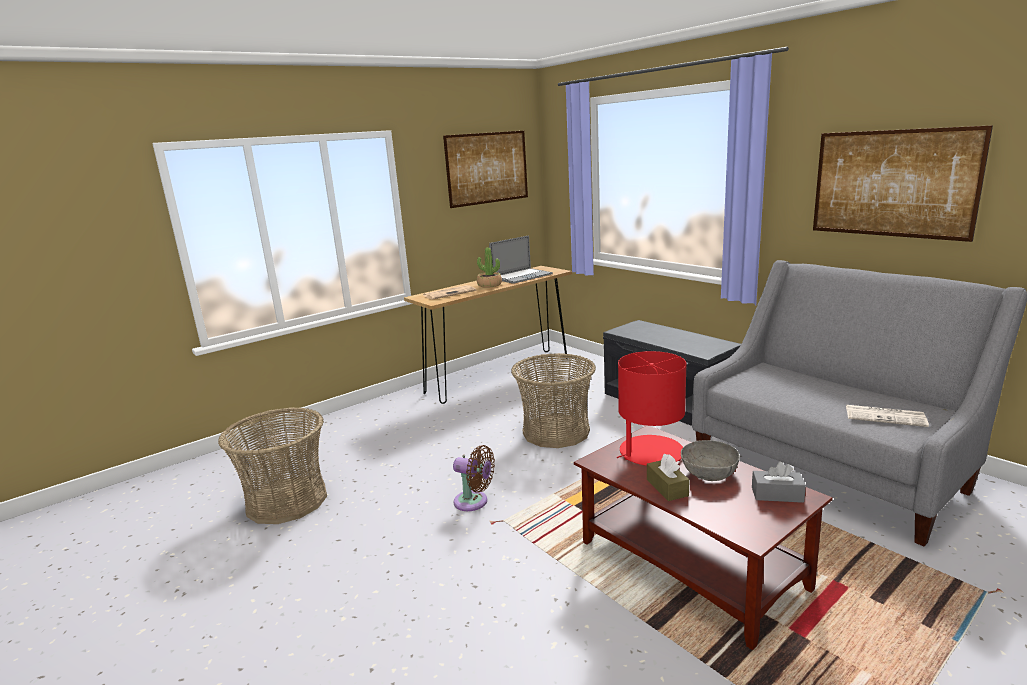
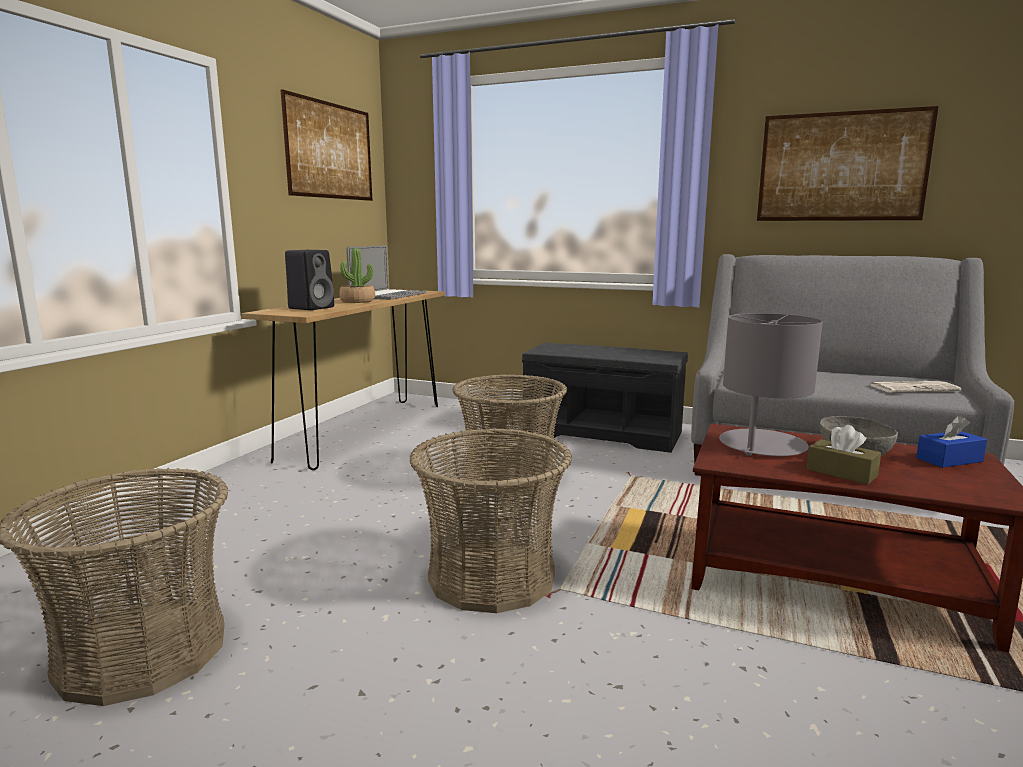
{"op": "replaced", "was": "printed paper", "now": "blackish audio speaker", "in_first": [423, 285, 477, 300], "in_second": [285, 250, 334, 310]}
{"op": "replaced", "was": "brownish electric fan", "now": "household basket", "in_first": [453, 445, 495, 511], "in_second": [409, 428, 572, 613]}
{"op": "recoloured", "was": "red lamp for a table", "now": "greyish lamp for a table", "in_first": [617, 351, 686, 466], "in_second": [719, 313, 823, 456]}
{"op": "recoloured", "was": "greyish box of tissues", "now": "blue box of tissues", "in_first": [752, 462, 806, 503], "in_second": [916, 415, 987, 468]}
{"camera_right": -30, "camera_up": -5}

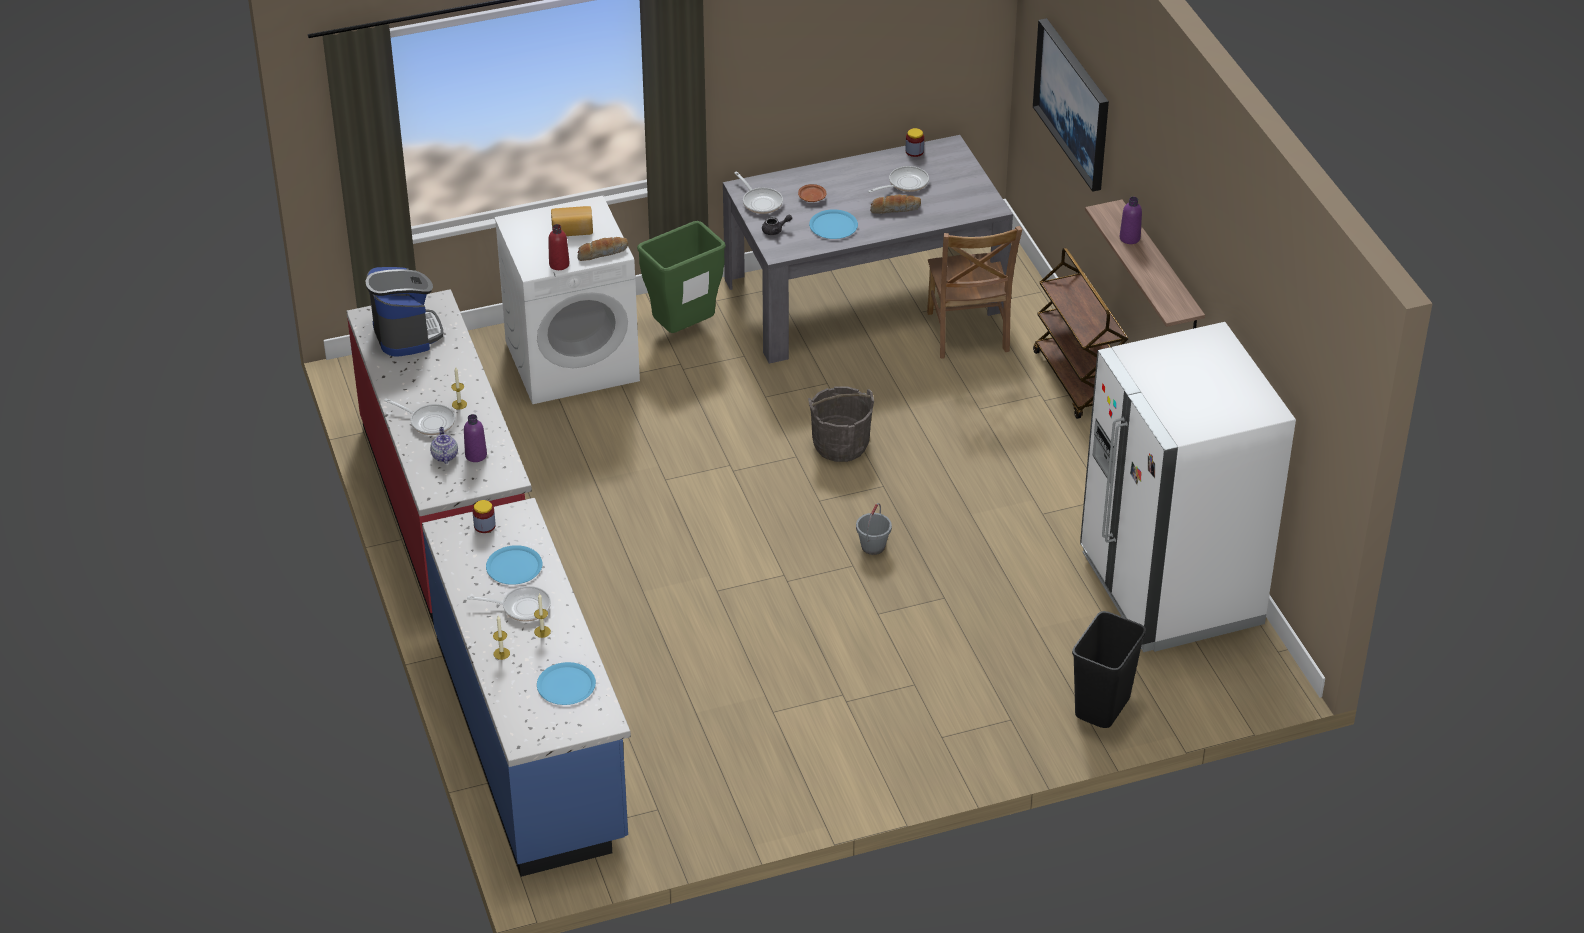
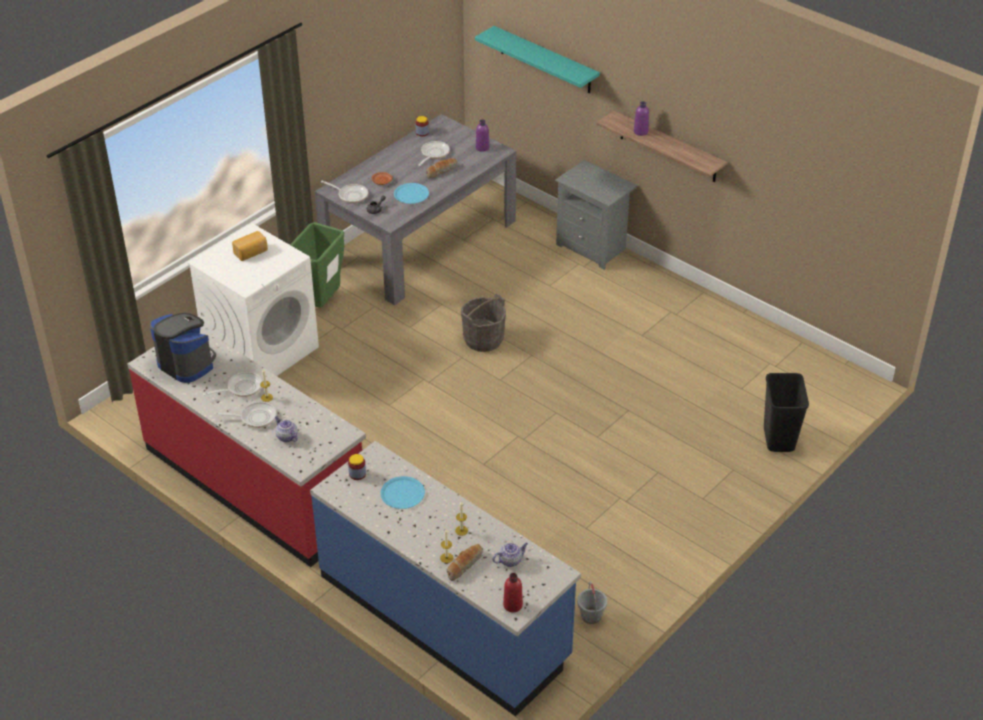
{"op": "moved", "was": "frying pan", "in_first": [467, 586, 551, 622], "in_second": [203, 372, 262, 397]}
{"op": "moved", "was": "bread", "in_first": [577, 237, 628, 261], "in_second": [447, 544, 483, 581]}
{"op": "replaced", "was": "wall art", "now": "blue-green wall shelf", "in_first": [1033, 18, 1109, 192], "in_second": [475, 26, 600, 93]}
{"op": "moved", "was": "purple bottle", "in_first": [464, 414, 487, 462], "in_second": [476, 119, 489, 152]}
{"op": "replaced", "was": "blue plate", "now": "tea pot", "in_first": [537, 662, 596, 705], "in_second": [493, 543, 528, 567]}
{"op": "moved", "was": "red bottle", "in_first": [548, 224, 569, 270], "in_second": [503, 573, 523, 612]}
{"op": "replaced", "was": "brownish wheeled cart", "now": "greyish bedside table", "in_first": [1033, 248, 1128, 419], "in_second": [555, 160, 638, 270]}
{"op": "moved", "was": "greyish water bucket", "in_first": [856, 503, 892, 555], "in_second": [577, 582, 607, 624]}
{"op": "removed", "was": "brownish chair", "in_first": [927, 226, 1023, 359]}
{"op": "removed", "was": "white kitchen fridge", "in_first": [1080, 322, 1296, 652]}
{"camera_right": -30, "camera_up": 0}

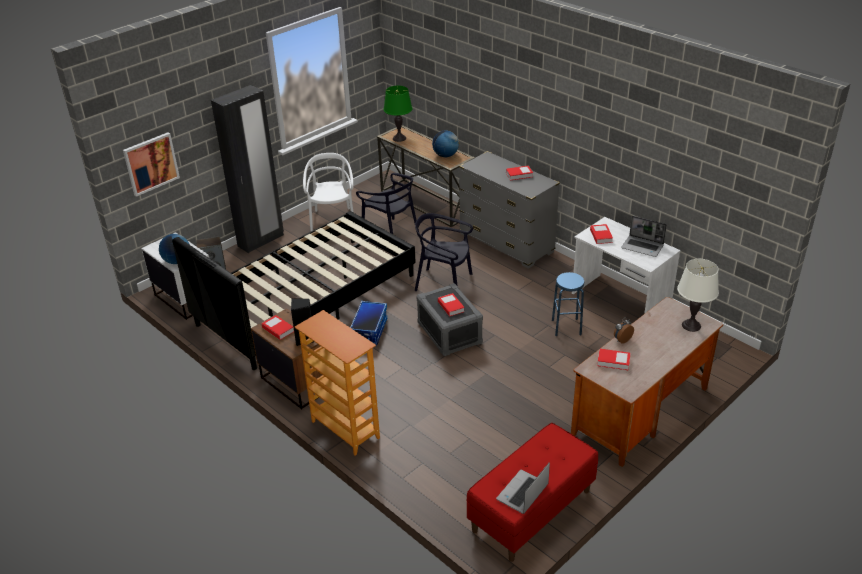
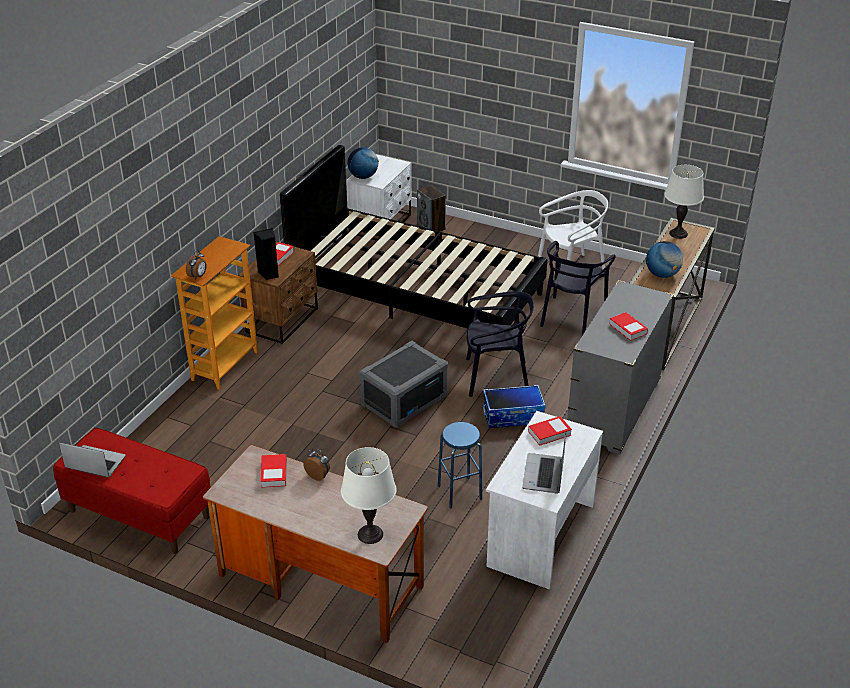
{"op": "added", "now": "alarm clock", "in_second": [186, 250, 206, 280]}
{"op": "turned", "was": "blackish chair", "in_first": [415, 213, 473, 291], "in_second": [466, 291, 534, 397], "clockwise": 90}
{"op": "moved", "was": "storage container", "in_first": [350, 301, 387, 346], "in_second": [483, 385, 546, 428]}
{"op": "recoloured", "was": "green-coloured lamp for a table", "now": "white lamp for a table", "in_first": [383, 86, 413, 142], "in_second": [664, 165, 704, 239]}
{"op": "removed", "was": "wall art", "in_first": [123, 132, 180, 197]}
{"op": "removed", "was": "blackish clothes cupboard", "in_first": [211, 85, 284, 253]}
{"op": "removed", "was": "book", "in_first": [438, 293, 464, 316]}
{"camera_right": 70, "camera_up": 0}

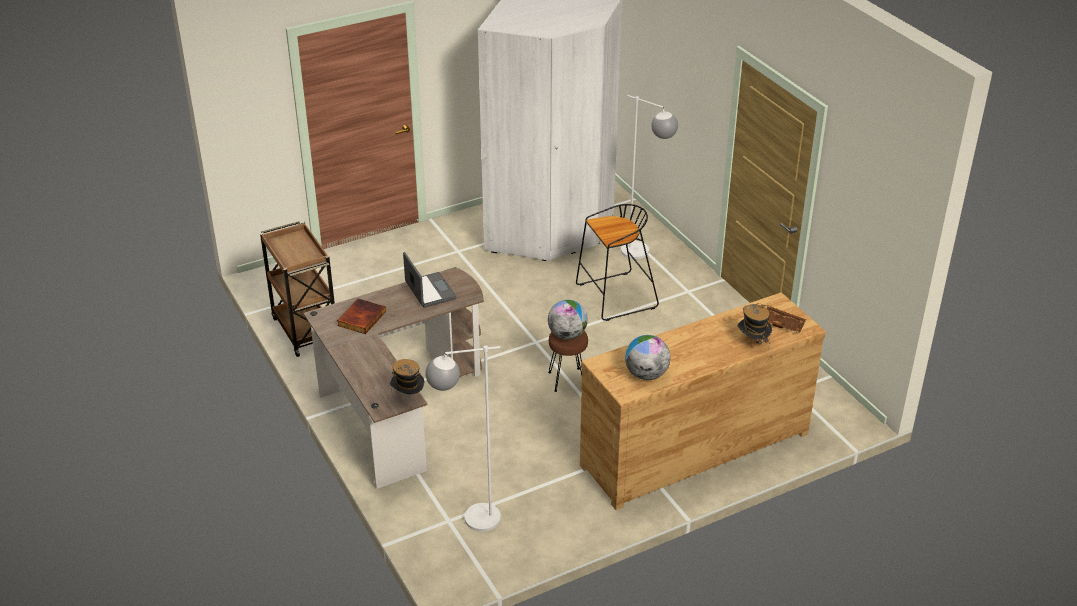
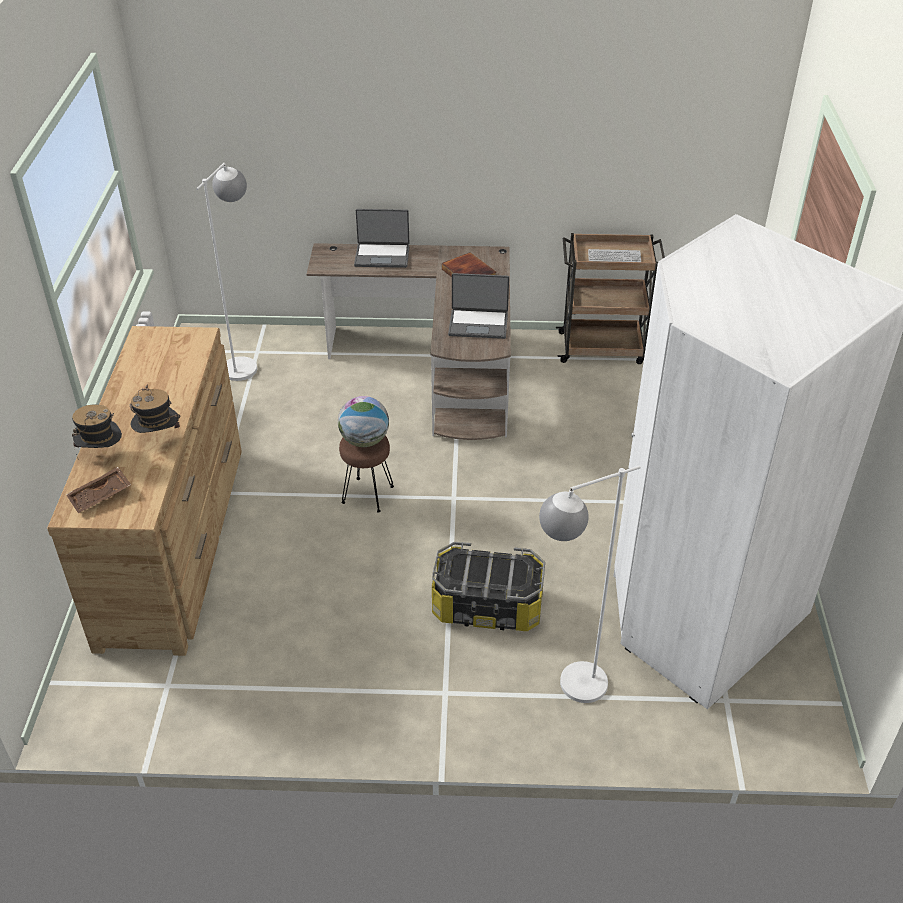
{"op": "moved", "was": "wearable hat", "in_first": [390, 359, 424, 394], "in_second": [129, 384, 180, 433]}
{"op": "added", "now": "notebook computer", "in_second": [354, 209, 409, 268]}
{"op": "replaced", "was": "blackish stool", "now": "storage container", "in_first": [576, 204, 659, 321], "in_second": [432, 542, 545, 631]}
{"op": "added", "now": "computer keyboard", "in_second": [588, 249, 641, 262]}
{"op": "removed", "was": "globe", "in_first": [625, 335, 670, 380]}
{"camera_right": 120, "camera_up": 5}

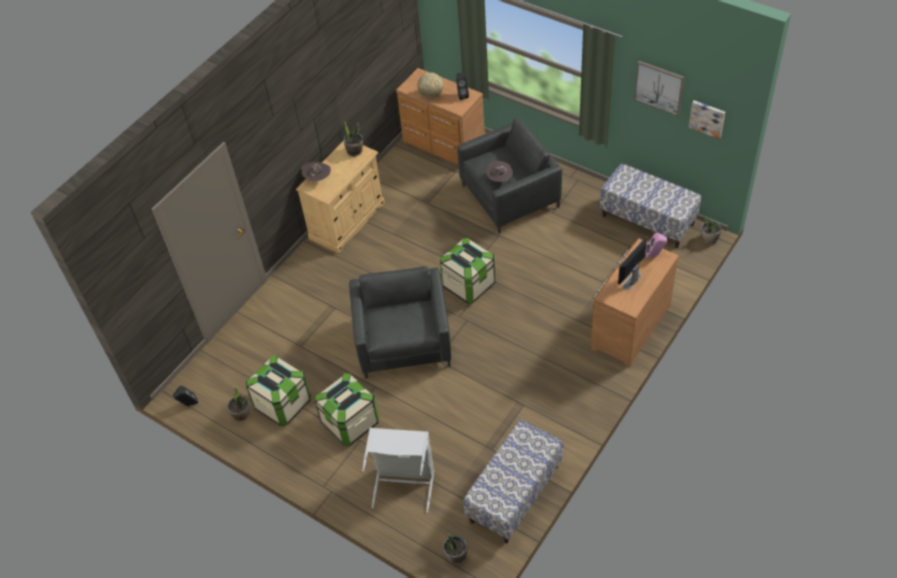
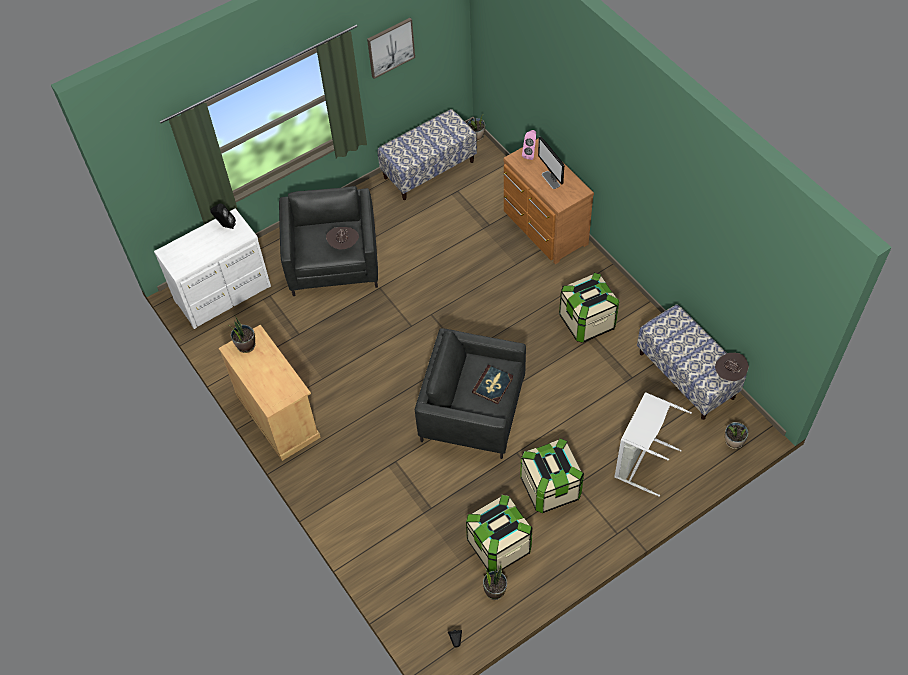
{"op": "recoloured", "was": "brownish dresser", "now": "white dresser", "in_first": [396, 68, 485, 165], "in_second": [154, 208, 271, 329]}
{"op": "added", "now": "book", "in_second": [472, 365, 513, 404]}
{"op": "moved", "was": "storage container", "in_first": [440, 238, 495, 304], "in_second": [559, 273, 619, 343]}
{"op": "moved", "was": "brownish wearable hat", "in_first": [302, 162, 331, 182], "in_second": [715, 353, 749, 381]}
{"op": "removed", "was": "globe", "in_first": [417, 72, 443, 99]}
{"op": "removed", "was": "wall art", "in_first": [689, 100, 725, 139]}
{"camera_right": -70, "camera_up": 5}

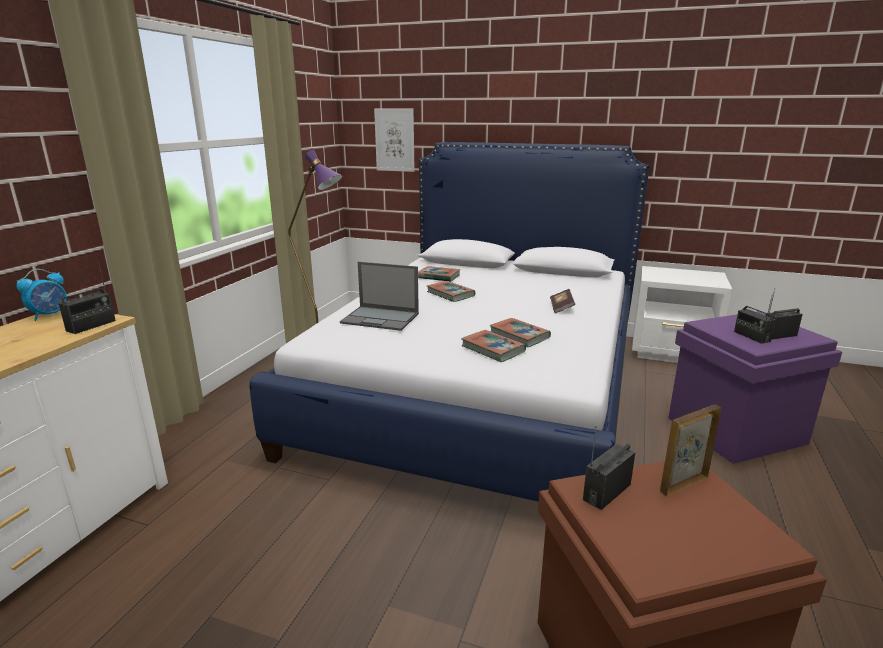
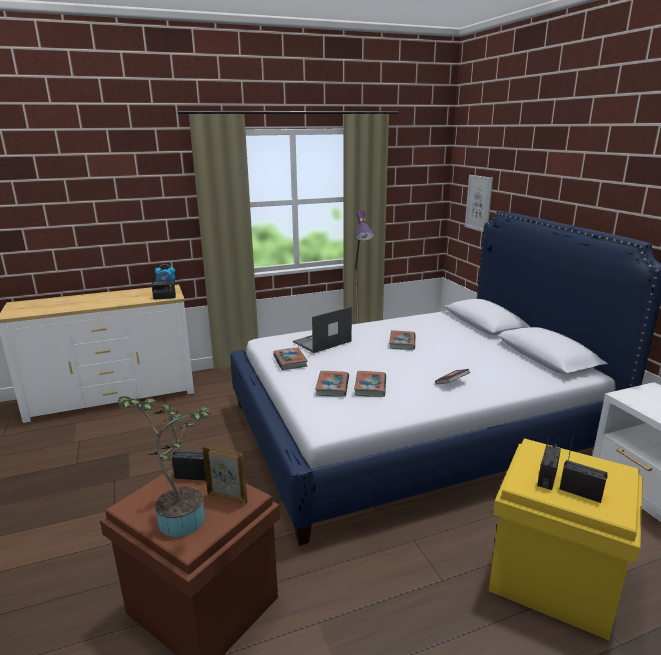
{"op": "added", "now": "houseplant", "in_second": [118, 396, 211, 537]}
{"op": "moved", "was": "book", "in_first": [418, 266, 460, 282], "in_second": [273, 348, 307, 370]}
{"op": "turned", "was": "notebook computer", "in_first": [340, 262, 419, 331], "in_second": [293, 306, 352, 353], "clockwise": 75}
{"op": "recoloured", "was": "purple storage container", "now": "yellow storage container", "in_first": [668, 311, 842, 464], "in_second": [489, 439, 643, 640]}
{"camera_right": 50, "camera_up": 0}

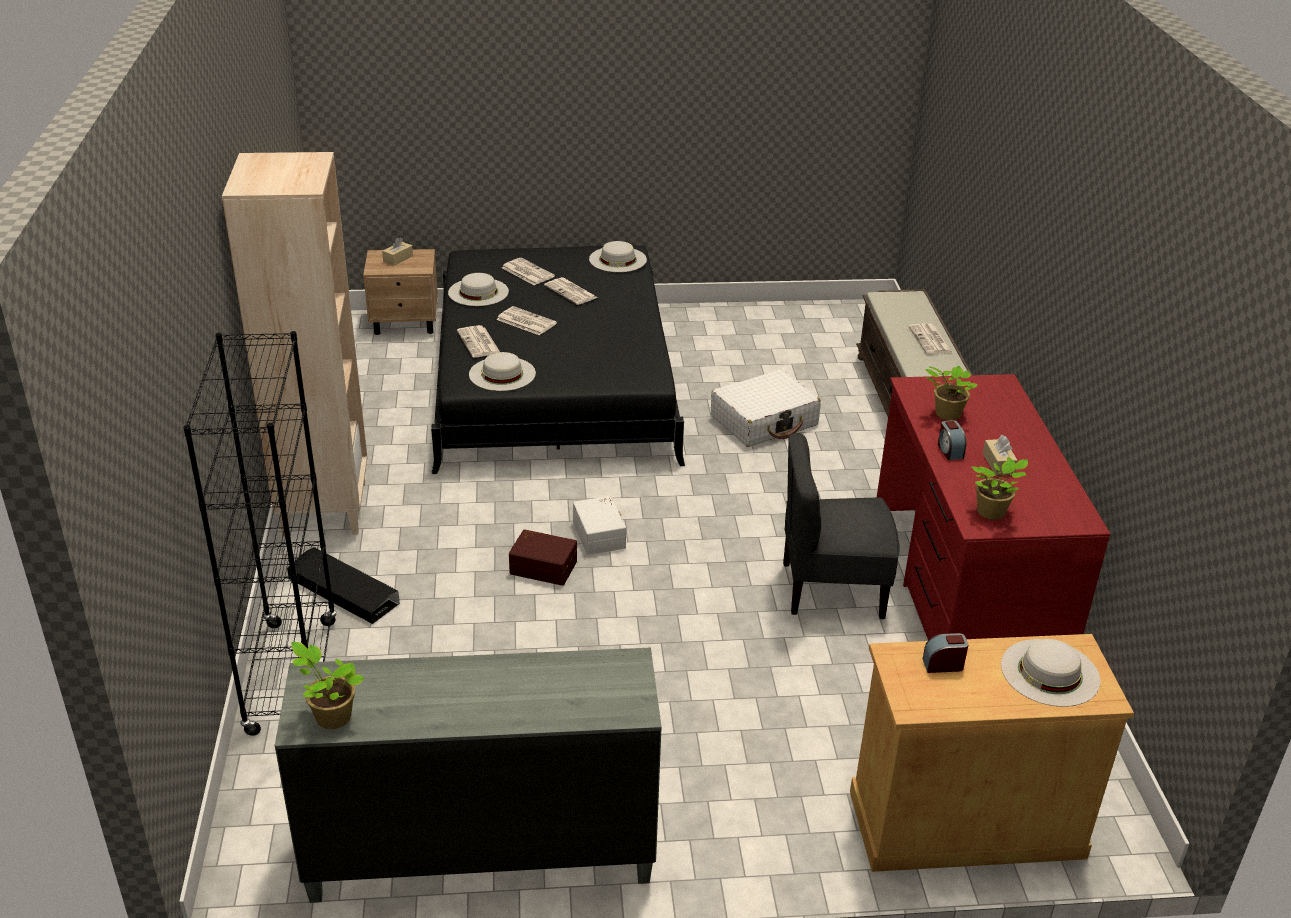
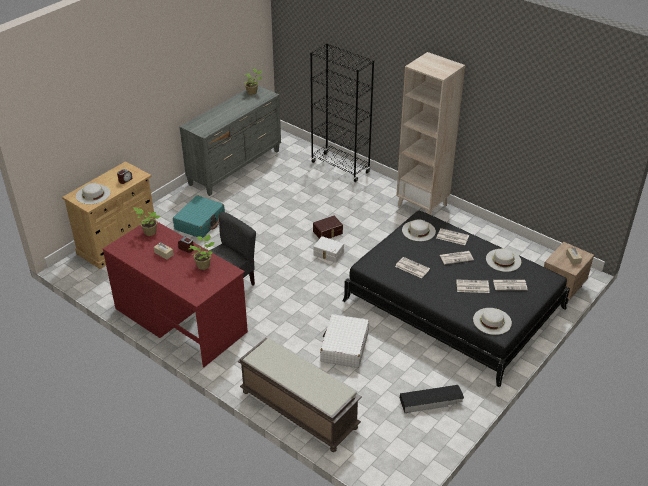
{"op": "added", "now": "blue-green travel case", "in_second": [173, 195, 225, 238]}
{"op": "moved", "was": "printed paper", "in_first": [908, 324, 953, 354], "in_second": [395, 257, 430, 278]}
{"op": "moved", "was": "blackish storage container", "in_first": [287, 547, 400, 624], "in_second": [400, 385, 464, 413]}
{"camera_right": 135, "camera_up": 5}

